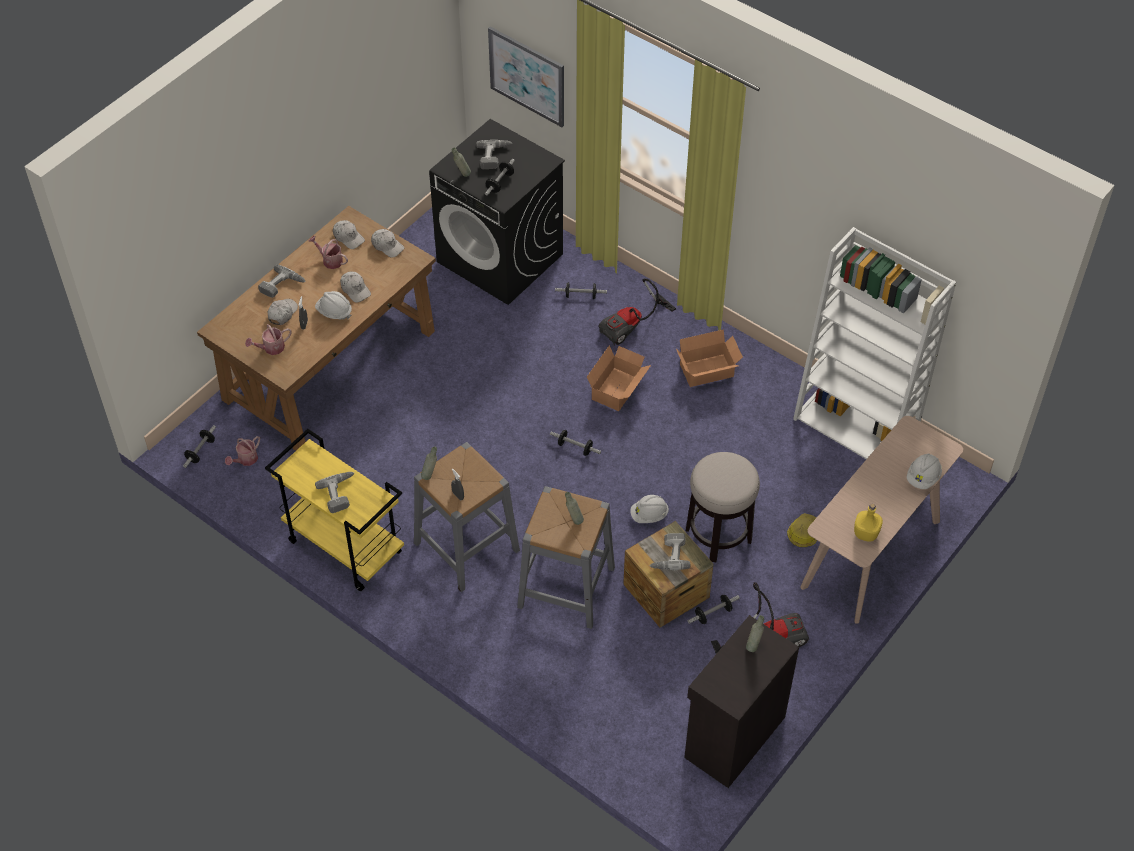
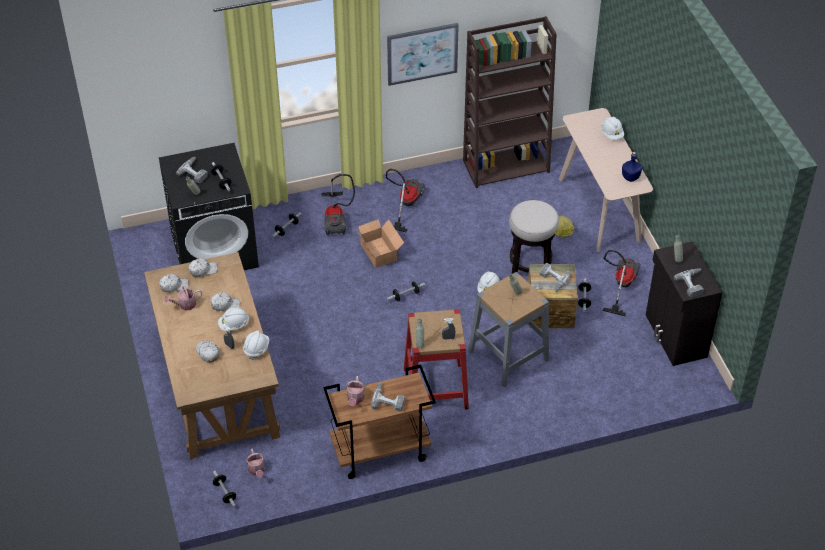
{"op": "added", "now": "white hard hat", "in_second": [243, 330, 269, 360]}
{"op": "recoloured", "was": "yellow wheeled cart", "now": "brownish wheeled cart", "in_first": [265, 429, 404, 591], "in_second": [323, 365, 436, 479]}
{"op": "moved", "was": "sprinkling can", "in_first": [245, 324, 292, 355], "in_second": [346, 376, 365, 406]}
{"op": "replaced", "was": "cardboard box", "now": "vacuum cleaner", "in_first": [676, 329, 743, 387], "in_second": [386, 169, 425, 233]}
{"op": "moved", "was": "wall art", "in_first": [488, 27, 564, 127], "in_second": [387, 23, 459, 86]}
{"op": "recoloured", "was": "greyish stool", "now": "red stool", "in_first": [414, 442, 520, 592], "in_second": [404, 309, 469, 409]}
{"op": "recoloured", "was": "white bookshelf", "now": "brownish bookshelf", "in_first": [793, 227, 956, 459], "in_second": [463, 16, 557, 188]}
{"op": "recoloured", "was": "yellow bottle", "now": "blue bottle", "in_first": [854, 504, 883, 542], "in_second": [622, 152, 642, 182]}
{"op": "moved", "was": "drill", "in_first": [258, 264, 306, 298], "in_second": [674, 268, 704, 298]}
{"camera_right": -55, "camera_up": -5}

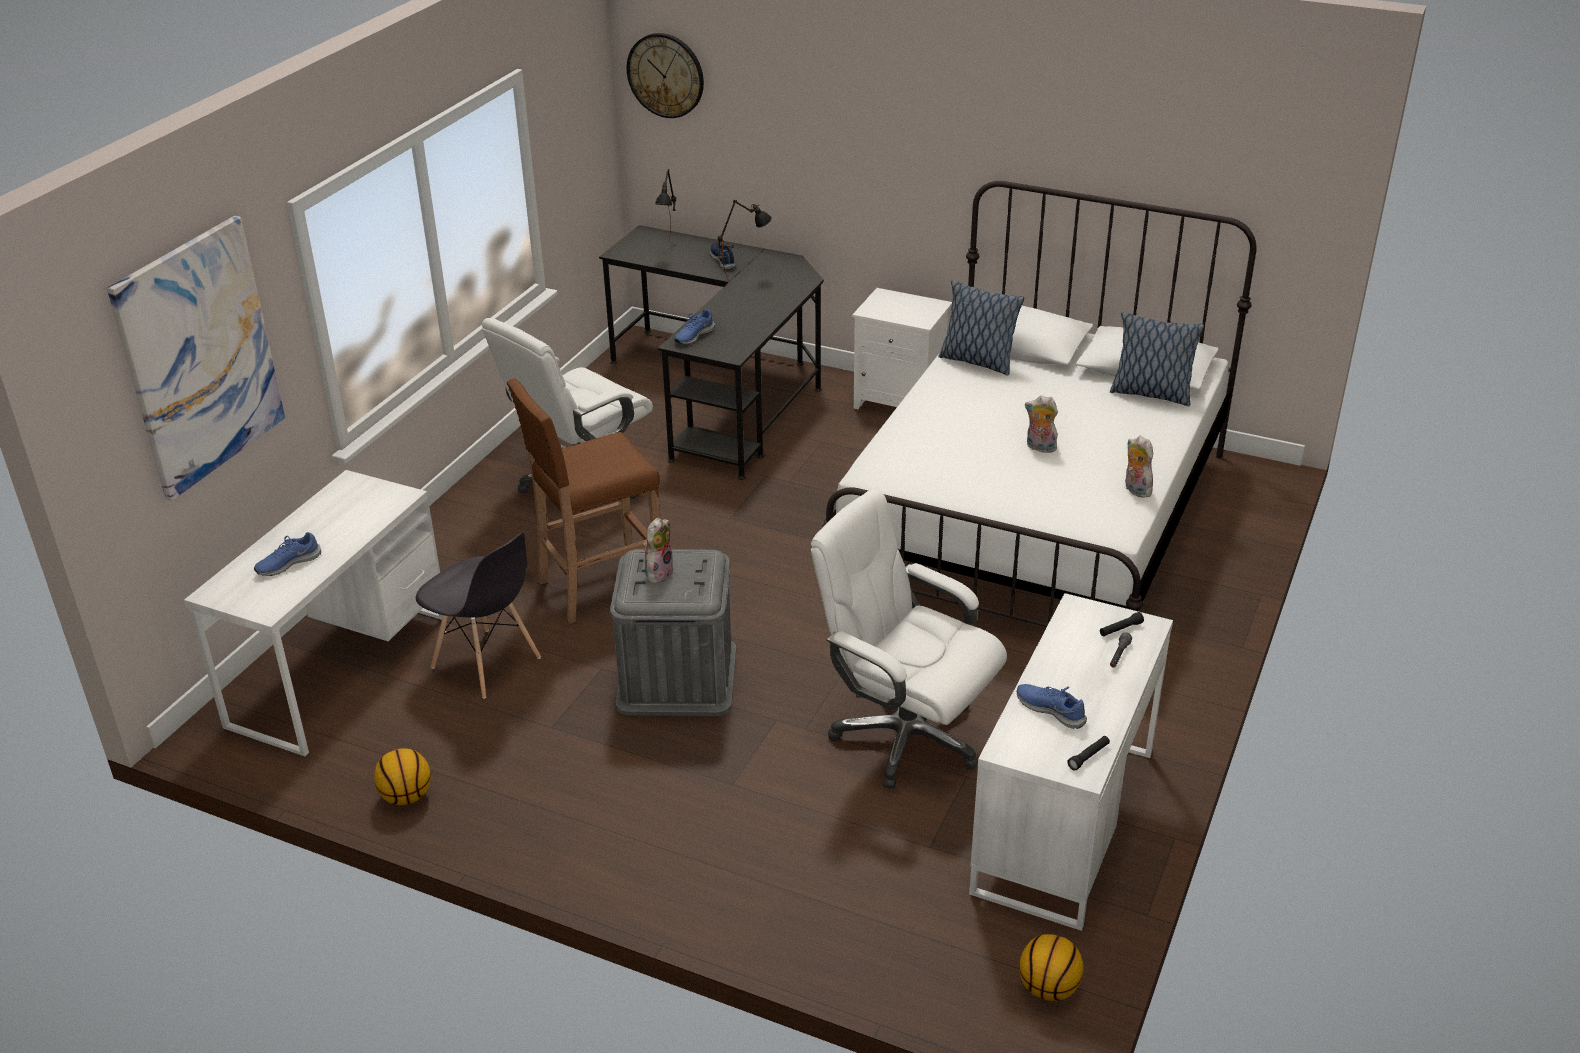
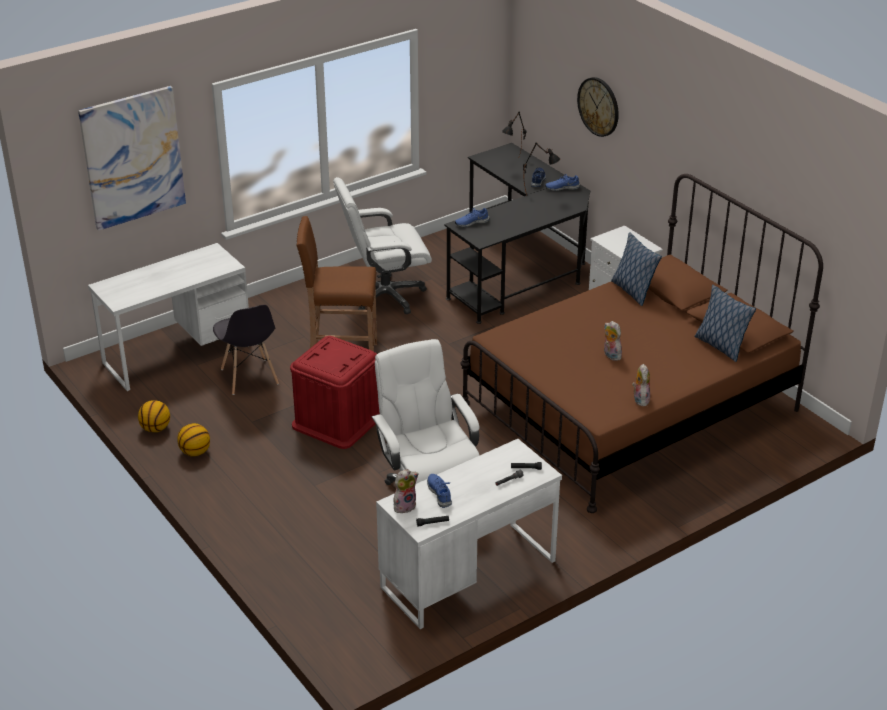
{"op": "moved", "was": "basketball ball", "in_first": [1019, 934, 1083, 1001], "in_second": [177, 423, 210, 456]}
{"op": "recoloured", "was": "greyish storage container", "now": "red storage container", "in_first": [610, 549, 736, 716], "in_second": [290, 336, 380, 449]}
{"op": "moved", "was": "cuddly toy", "in_first": [643, 517, 674, 583], "in_second": [394, 469, 419, 513]}
{"op": "recoloured", "was": "white sleeping bed", "now": "brownish sleeping bed", "in_first": [822, 181, 1257, 627], "in_second": [460, 174, 823, 513]}
{"op": "moved", "was": "blue shoe", "in_first": [254, 532, 321, 576], "in_second": [545, 174, 580, 191]}
{"op": "moved", "was": "hanging clock", "in_first": [627, 33, 704, 118], "in_second": [577, 77, 619, 137]}
{"camera_right": 30, "camera_up": 0}

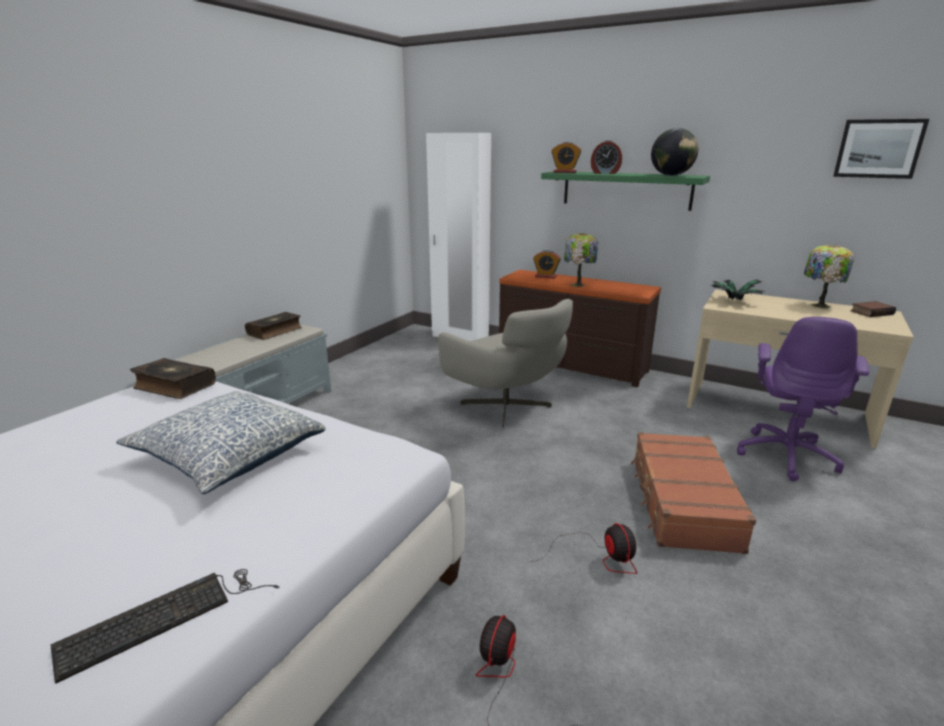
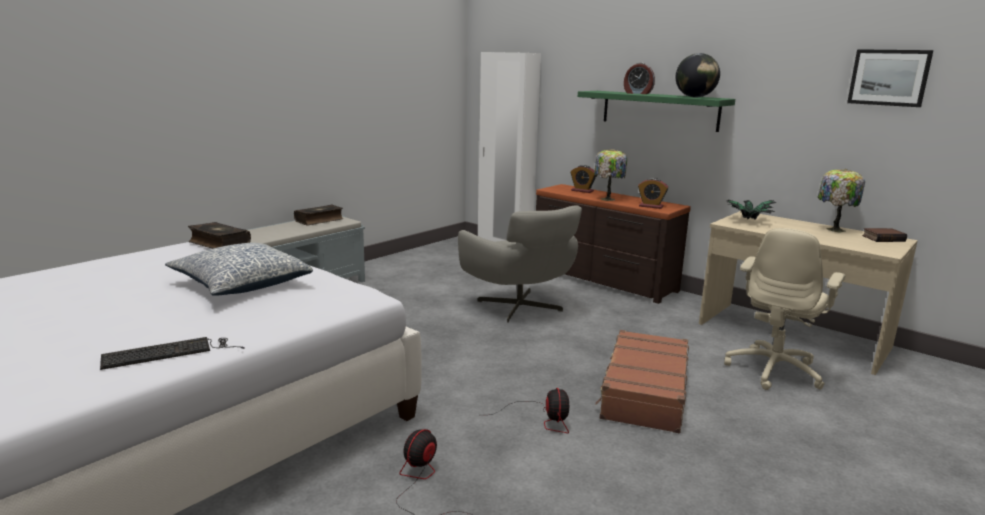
{"op": "moved", "was": "alarm clock", "in_first": [551, 142, 581, 173], "in_second": [638, 178, 668, 209]}
{"op": "recoloured", "was": "purple computer chair", "now": "beige-coloured computer chair", "in_first": [737, 317, 869, 481], "in_second": [724, 228, 846, 390]}
{"camera_right": 10, "camera_up": -5}

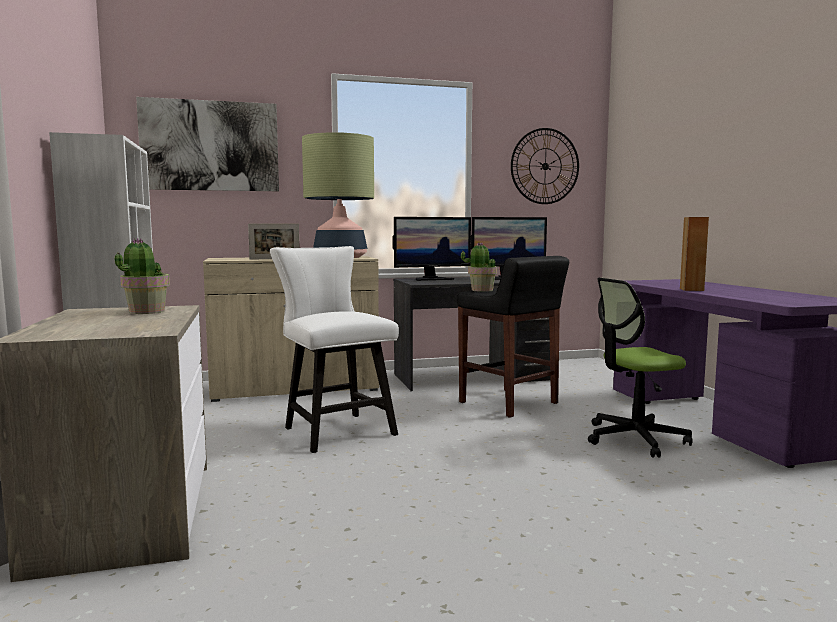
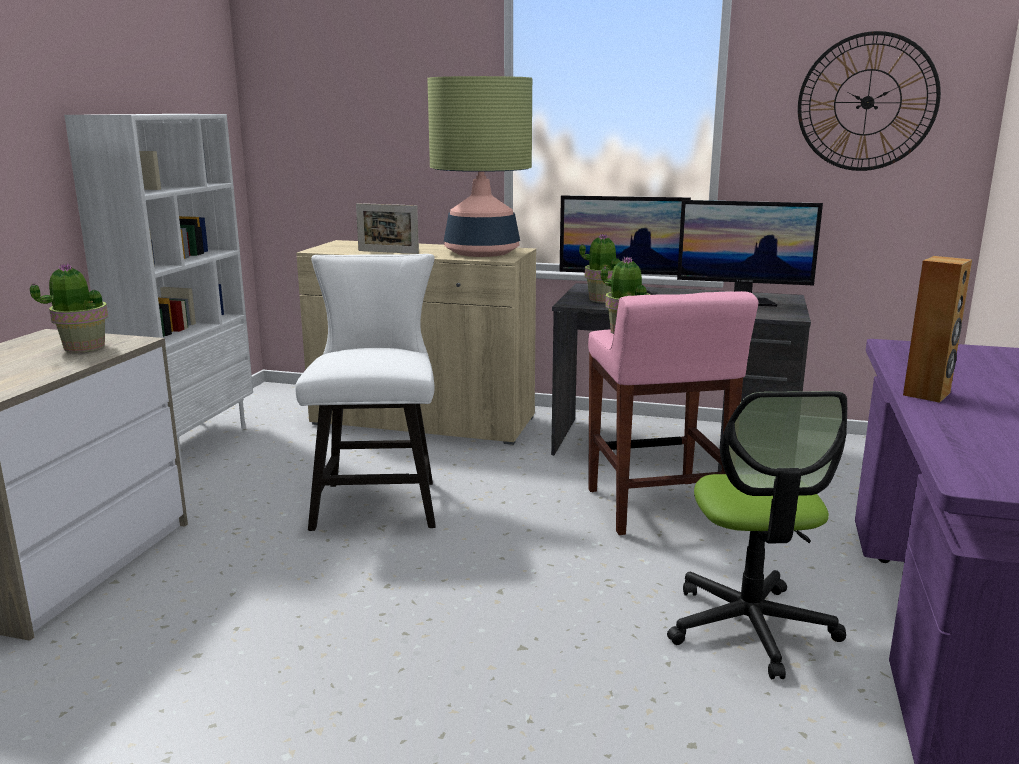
{"op": "added", "now": "houseplant", "in_second": [579, 233, 620, 303]}
{"op": "recoloured", "was": "blackish stool", "now": "pink-coloured stool", "in_first": [457, 256, 569, 418], "in_second": [588, 291, 759, 535]}
{"op": "turned", "was": "computer chair", "in_first": [588, 278, 693, 458], "in_second": [667, 391, 847, 679], "clockwise": -105}
{"op": "removed", "was": "wall art", "in_first": [136, 97, 279, 191]}
{"camera_right": 30, "camera_up": 10}

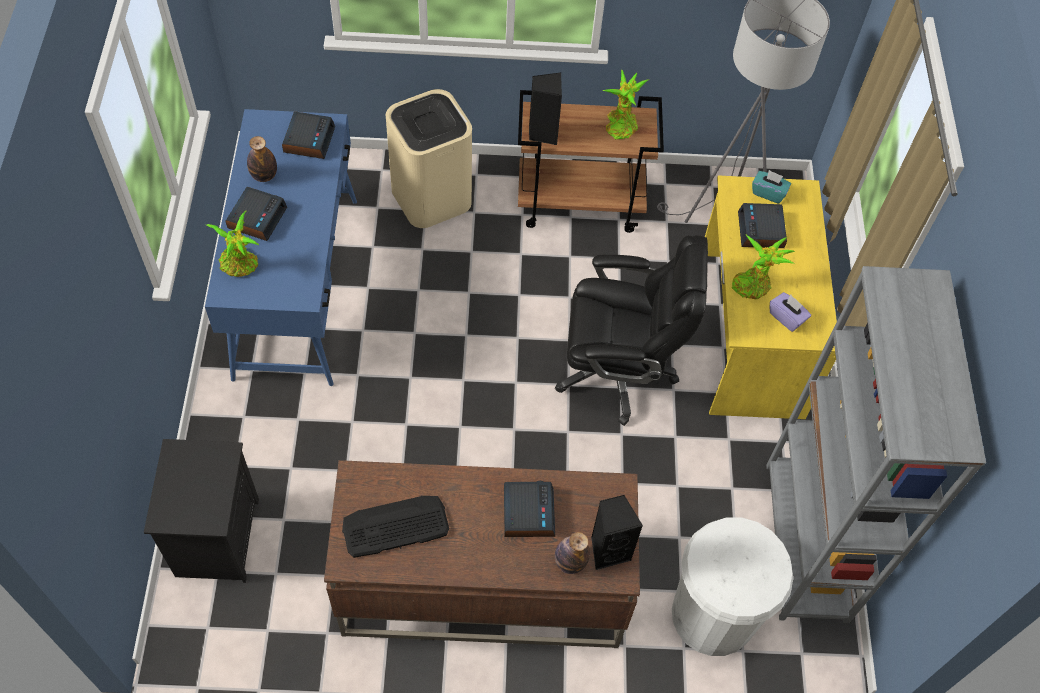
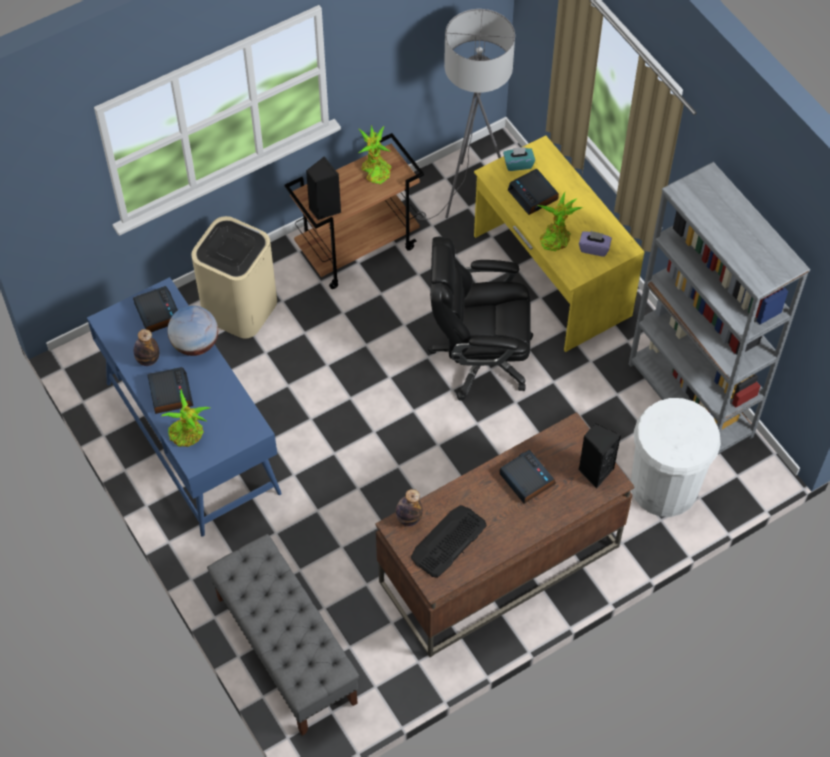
{"op": "added", "now": "globe", "in_second": [167, 305, 218, 356]}
{"op": "replaced", "was": "blackish bedside table", "now": "greyish bench", "in_first": [144, 439, 259, 583], "in_second": [207, 534, 359, 736]}
{"op": "moved", "was": "bottle", "in_first": [555, 532, 590, 574], "in_second": [396, 489, 423, 526]}
{"op": "turned", "was": "blackish computer chair", "in_first": [555, 235, 708, 426], "in_second": [428, 236, 533, 401], "clockwise": -150}
{"camera_right": -30, "camera_up": 0}

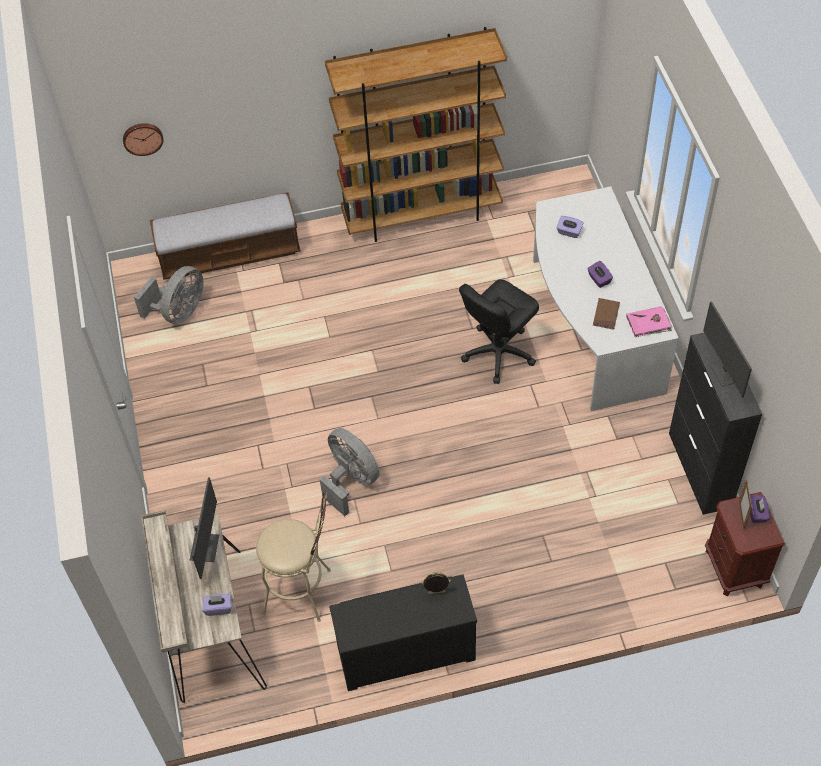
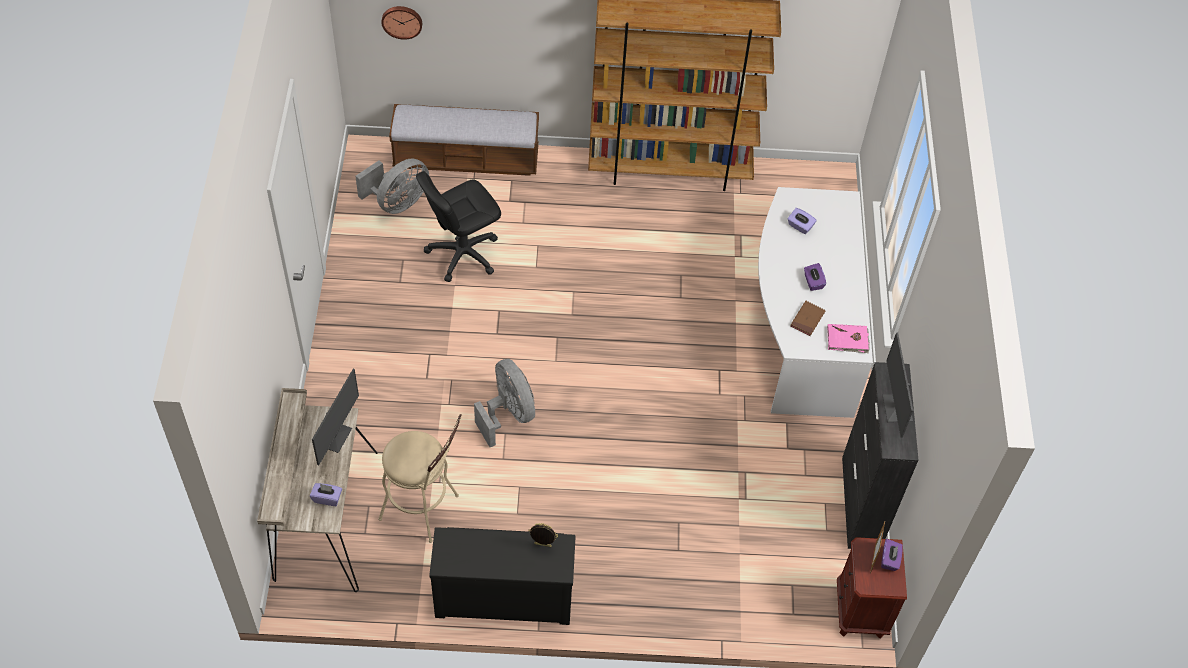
{"op": "moved", "was": "blackish computer chair", "in_first": [459, 279, 539, 384], "in_second": [416, 171, 501, 282]}
{"camera_right": 10, "camera_up": 0}

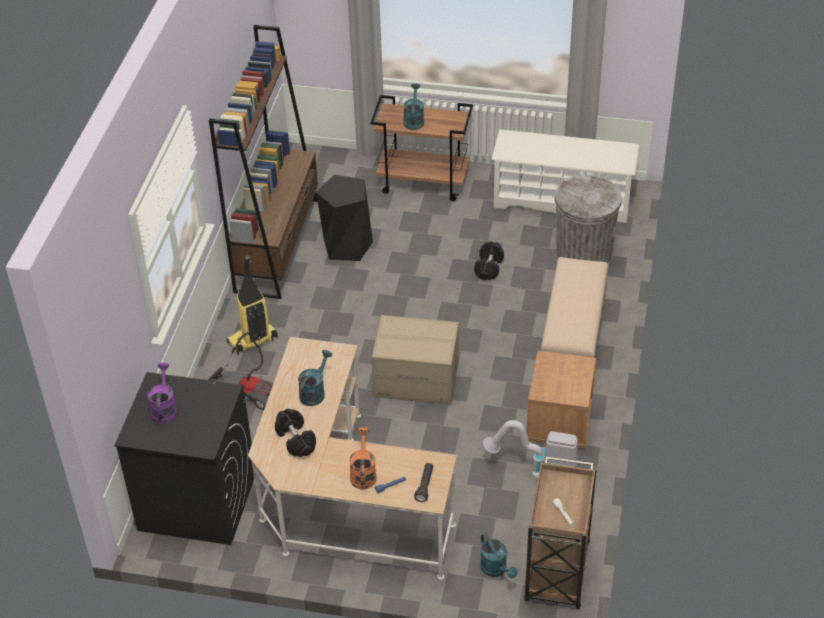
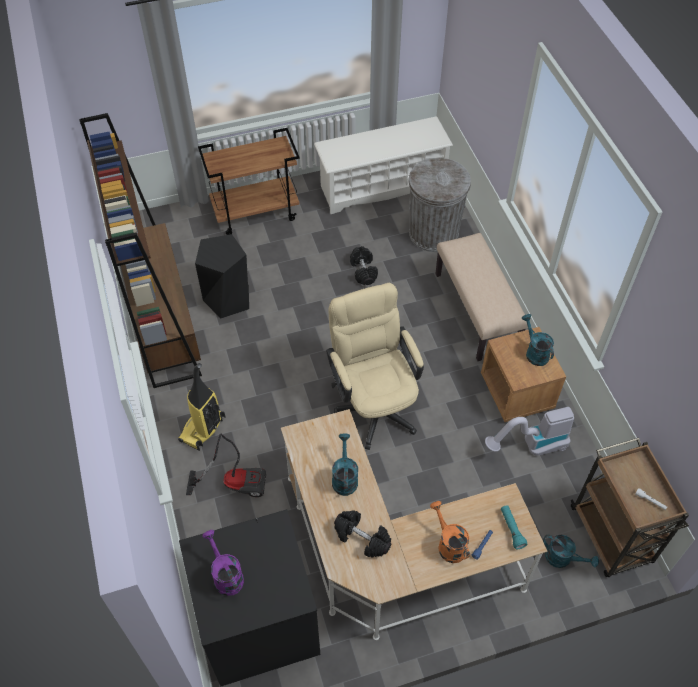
{"op": "replaced", "was": "cardboard box", "now": "beige-coloured computer chair", "in_first": [372, 315, 459, 405], "in_second": [326, 283, 424, 450]}
{"op": "recoloured", "was": "blackish flashlight", "now": "blue-green flashlight", "in_first": [414, 463, 433, 502], "in_second": [501, 505, 527, 549]}
{"op": "moved", "was": "blue-green sprinkling can", "in_first": [404, 83, 424, 130], "in_second": [522, 314, 554, 366]}
{"camera_right": -30, "camera_up": 10}

